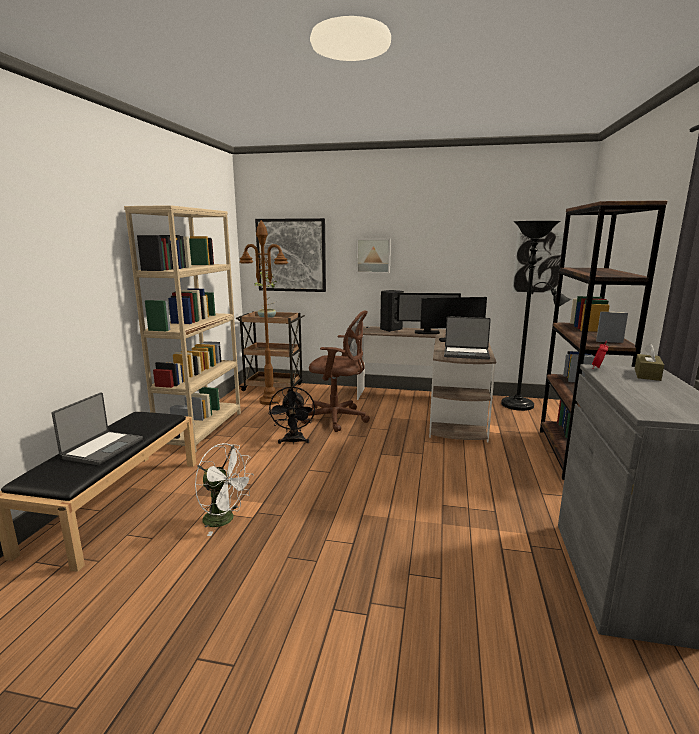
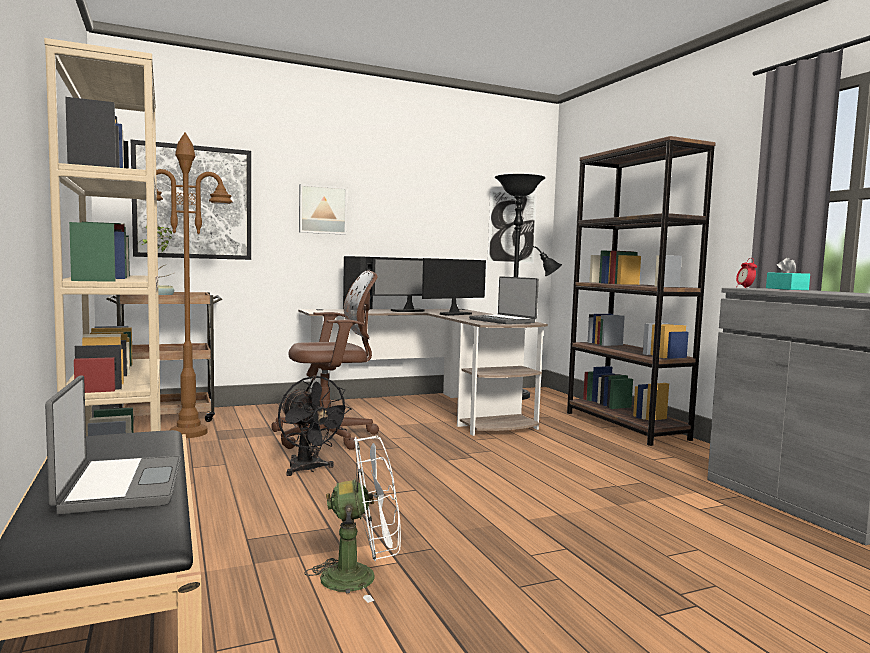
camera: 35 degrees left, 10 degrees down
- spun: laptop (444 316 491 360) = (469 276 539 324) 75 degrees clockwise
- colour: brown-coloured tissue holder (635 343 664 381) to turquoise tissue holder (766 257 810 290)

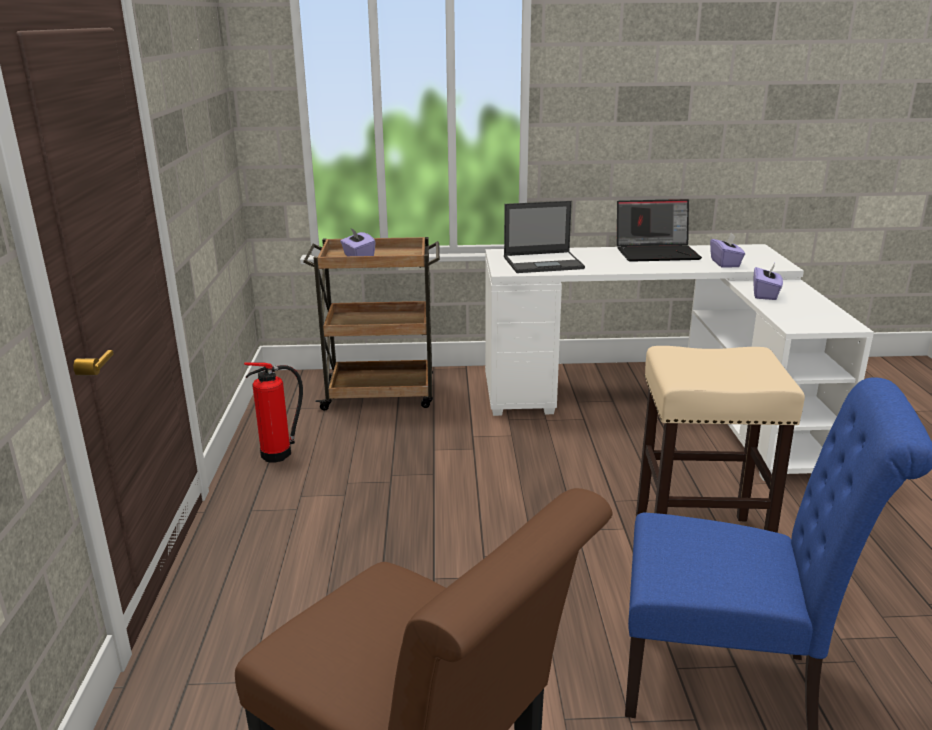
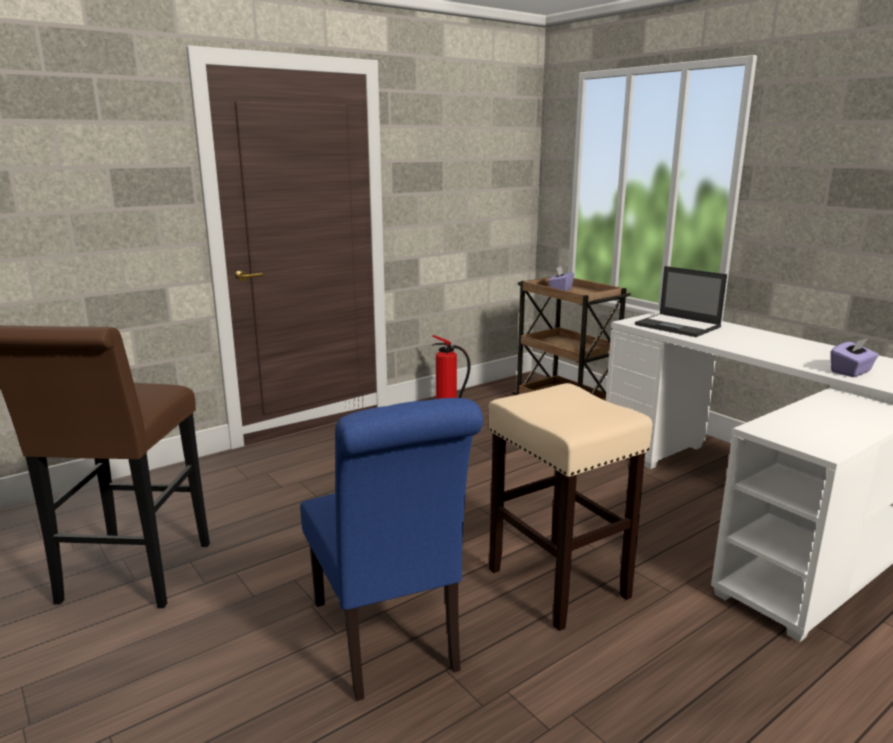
camera: 55 degrees right, 5 degrees down
- missing: laptop (617 199 702 262)
- missing: purplish tissue holder (753 263 783 300)

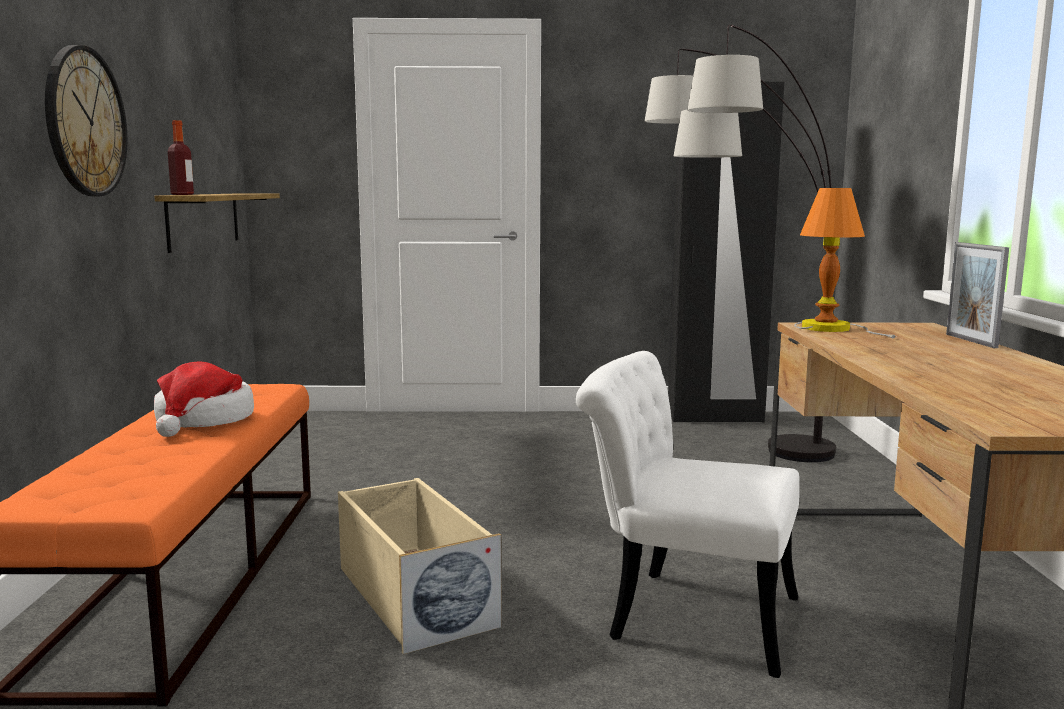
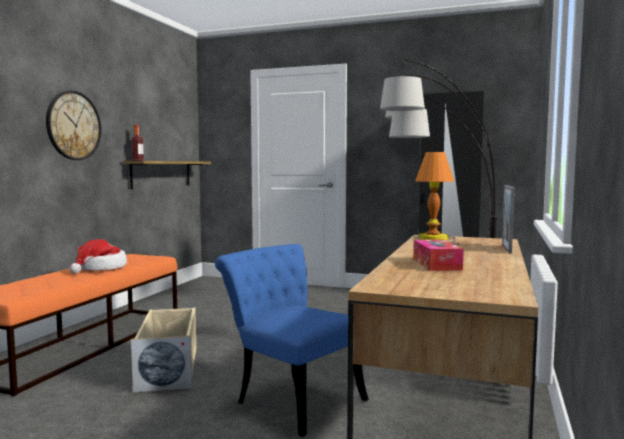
camera: 20 degrees right, 5 degrees down
- colour: white-coloured chair (576 351 800 678) to blue chair (215 244 369 437)
- appeared: tissue holder (413 239 464 271)

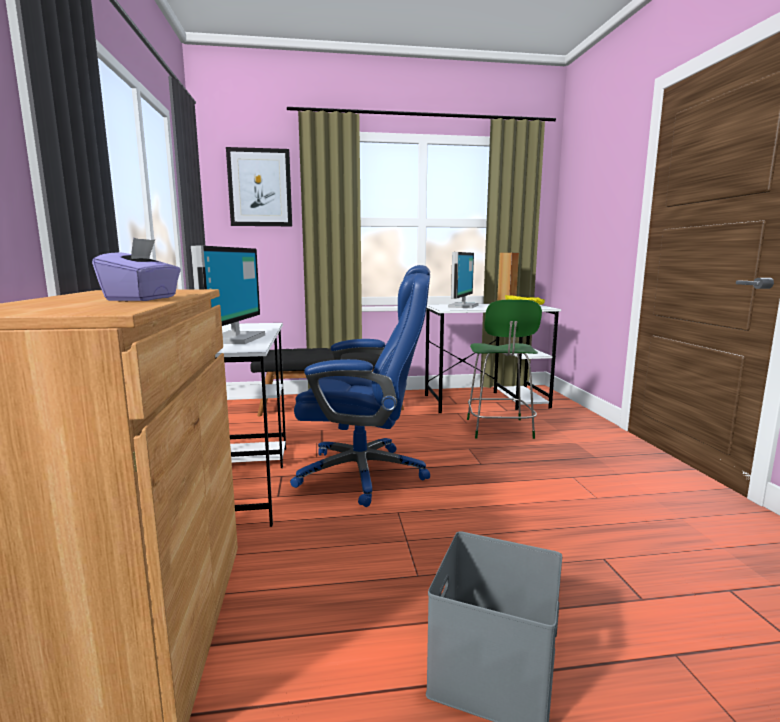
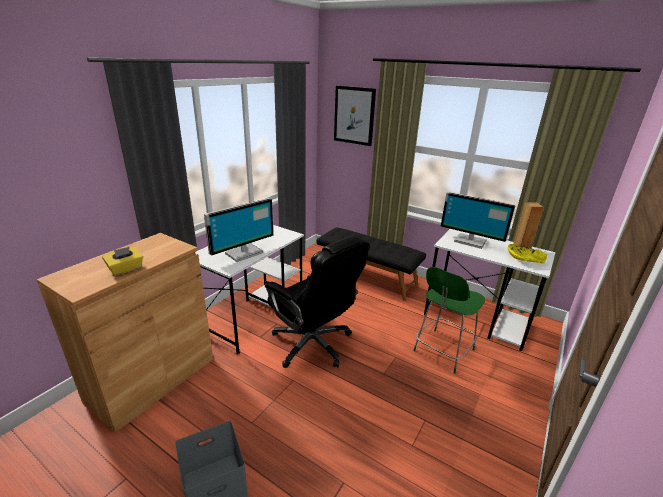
camera: 40 degrees right, 15 degrees up
- colour: purplish tissue holder (92 238 181 301) to yellow tissue holder (102 247 143 276)
- colour: blue desk chair (290 265 430 507) to black-coloured desk chair (265 236 369 368)
- spun: computer display (448 252 479 308) = (441 192 516 249) 60 degrees clockwise

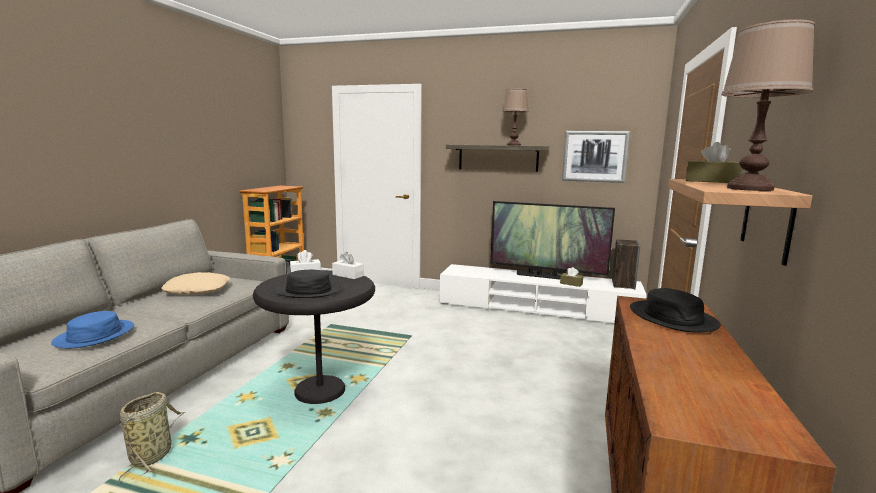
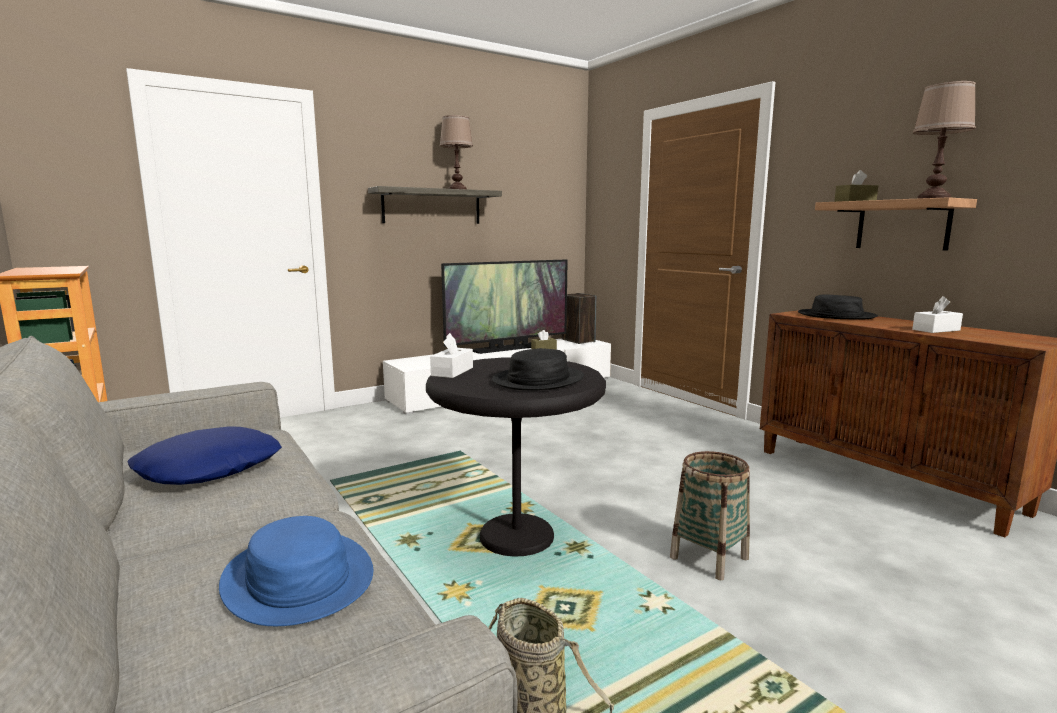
camera: 50 degrees left, 0 degrees up
- colour: beige cushion (161 272 230 295) to blue cushion (127 426 282 485)
- relocated: white-coloured tissue holder (332 252 364 279) to (912 296 963 333)
- missing: picture (562 131 630 183)
- appeared: storage basket (670 451 750 580)

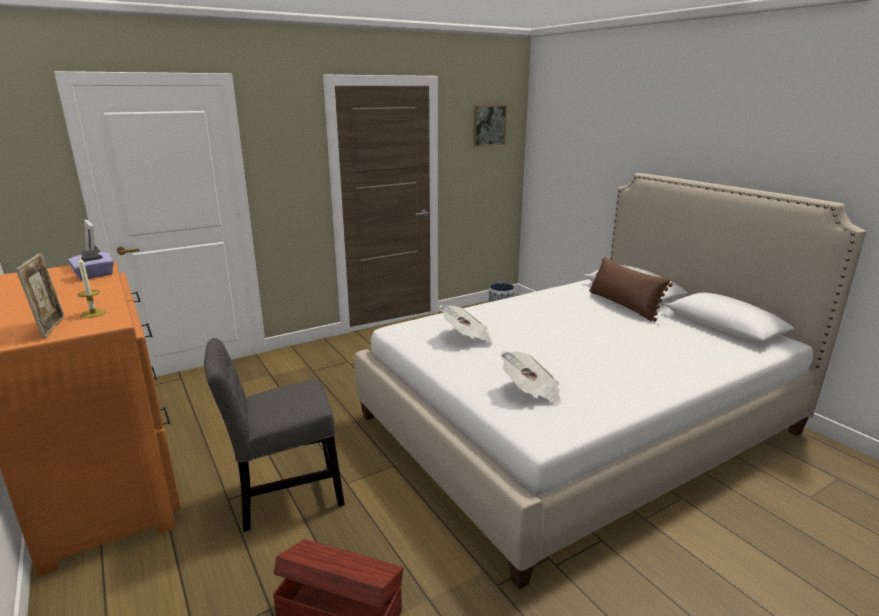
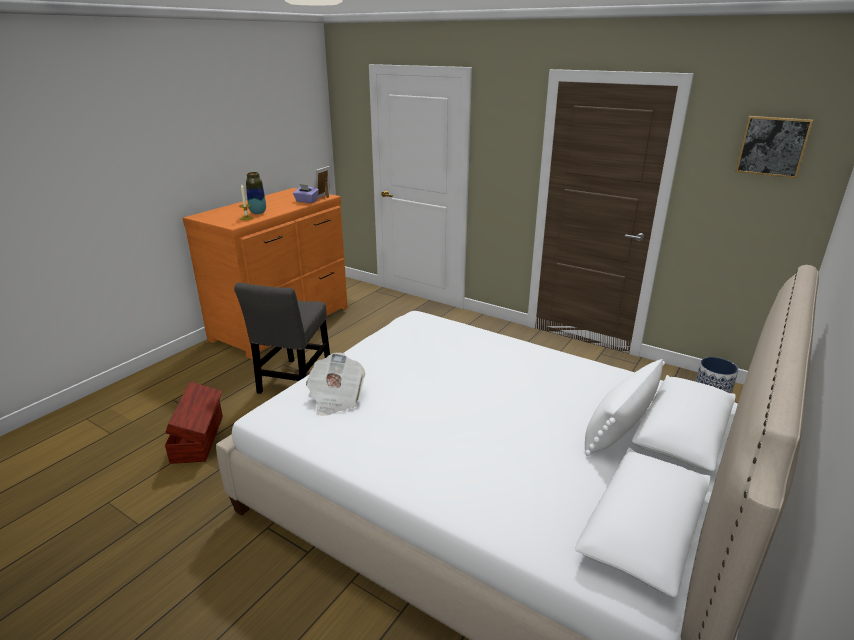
camera: 65 degrees right, 5 degrees up
- missing: photo frame (16 253 64 339)
- spun: gray chair (204 338 345 532) = (234 283 330 394) 120 degrees counterclockwise
- missing: daily paper (440 305 492 343)
- colour: brown-coloured cushion (589 257 673 321) to white-coloured cushion (585 359 665 456)
- appeared: flower vase (246 172 266 214)

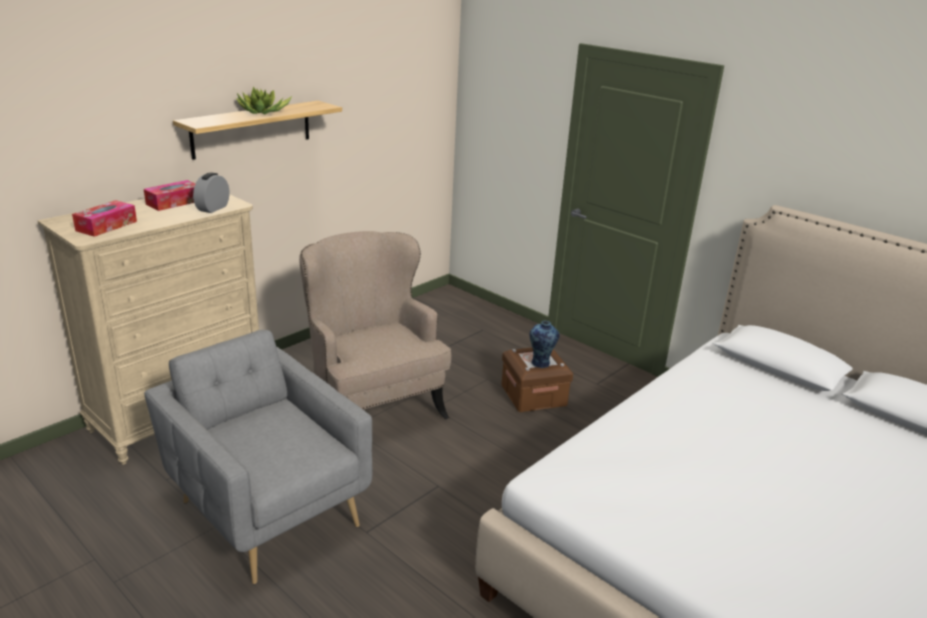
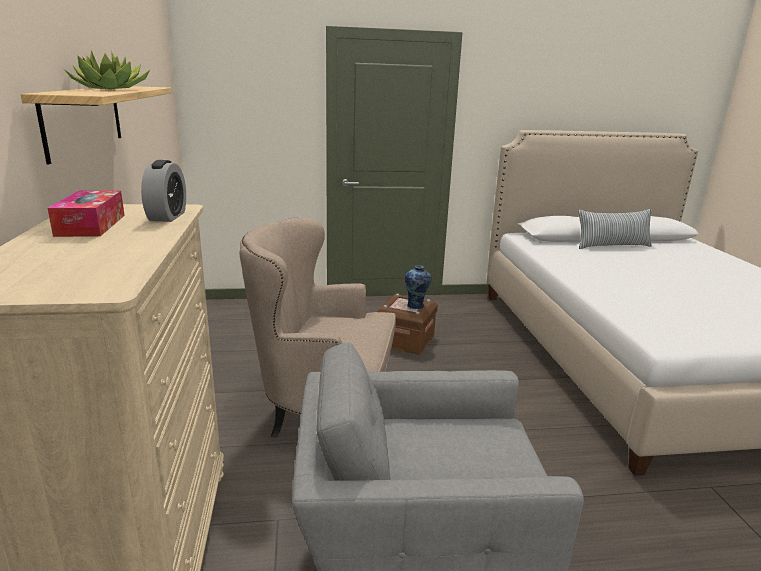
camera: 50 degrees left, 5 degrees down
- missing: tissue holder (72 200 137 237)
- spun: alarm clock (193 172 229 213) = (141 160 186 222) 150 degrees counterclockwise
- appeared: cushion (578 209 652 249)

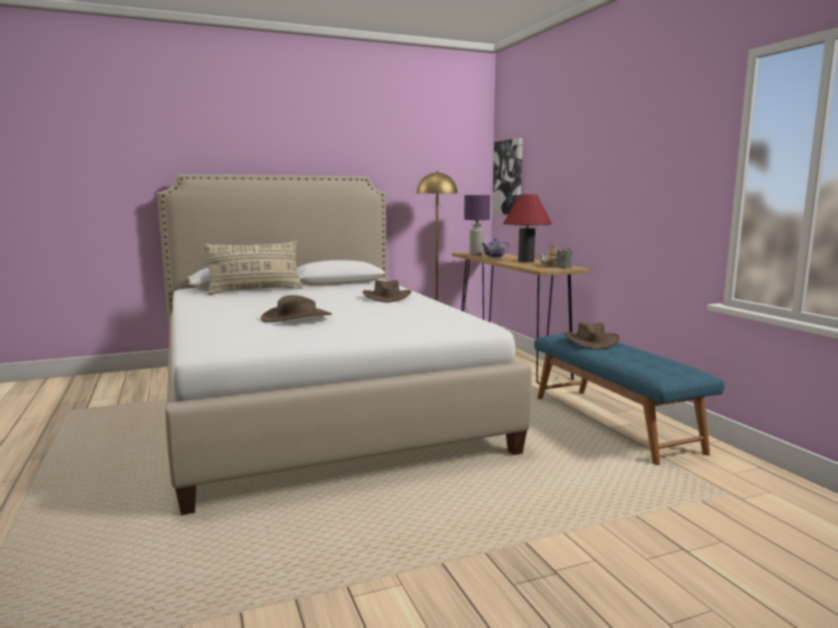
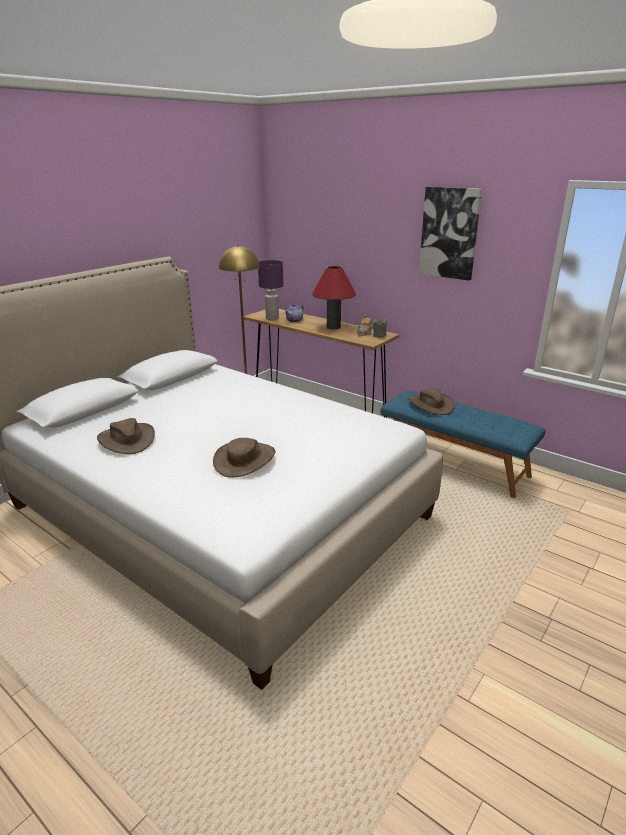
camera: 30 degrees left, 15 degrees up
- missing: beige cushion (204 241 303 295)
- relocated: brown-coloured wearable hat (362 280 411 303) to (97 418 155 454)
- relocated: picture (493 138 523 215) to (419 187 482 281)

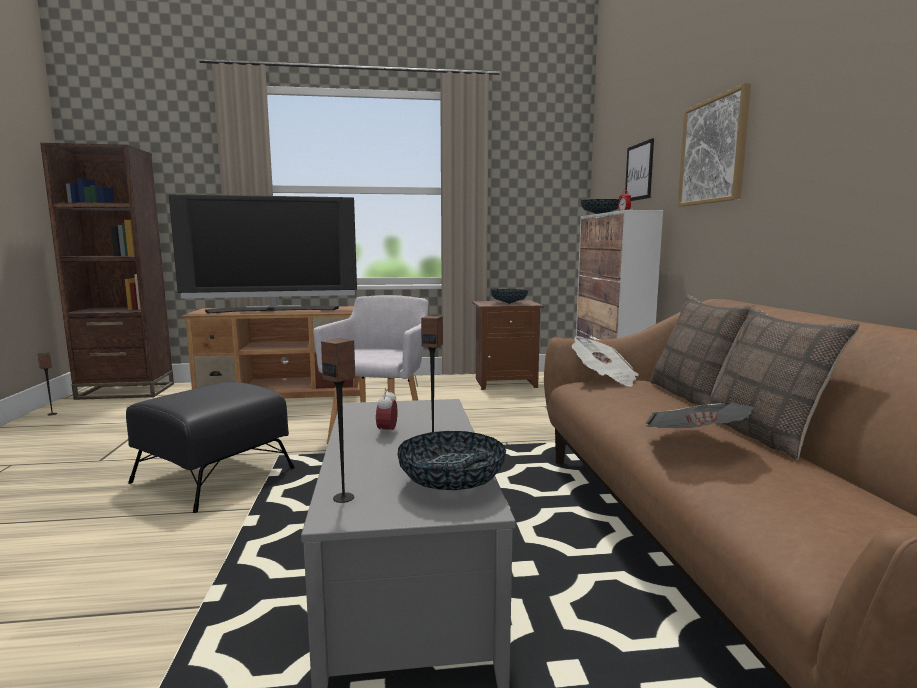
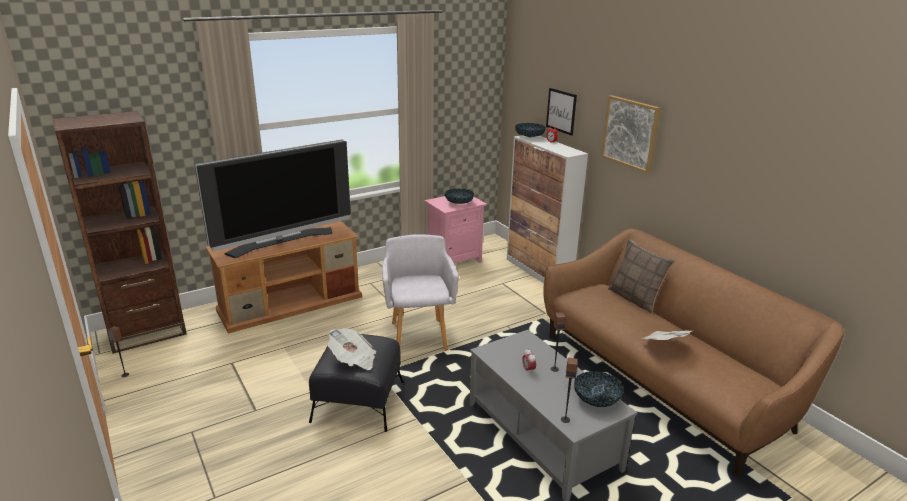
camera: 25 degrees left, 15 degrees up
- colour: brown-coloured bedside table (472 300 544 390) to pinkish bedside table (424 196 487 263)
- relocated: daily paper (572 336 639 387) to (328 328 376 370)
- missing: cushion (708 306 860 460)

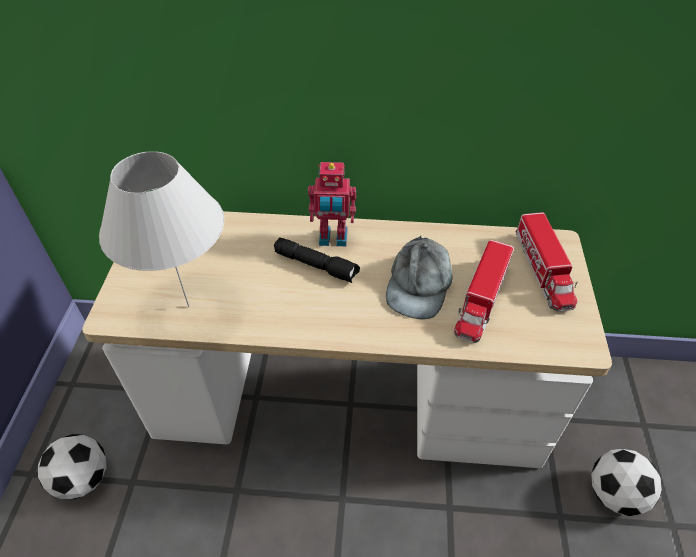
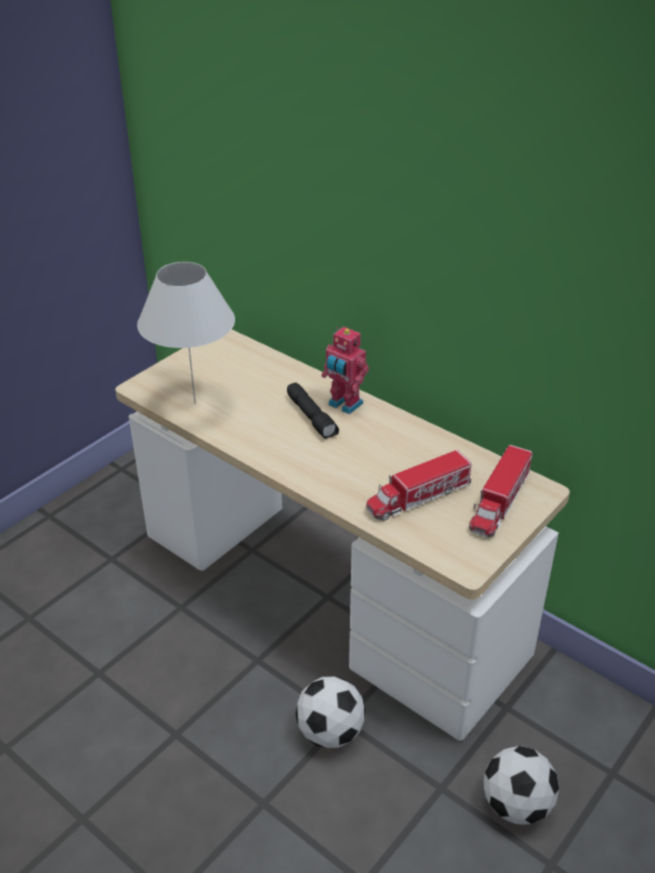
camera: 35 degrees right, 10 degrees down
- relocated: football (38 434 107 499) to (296 677 365 748)
- missing: gray peaked cap (386 235 452 319)

